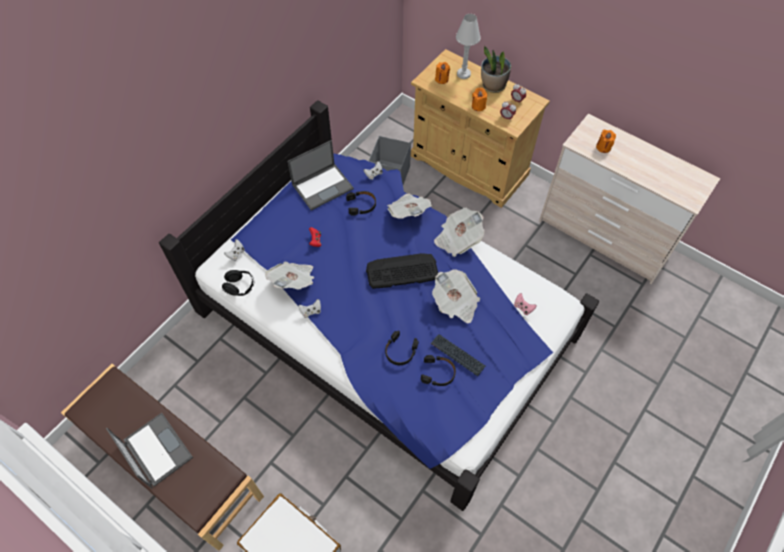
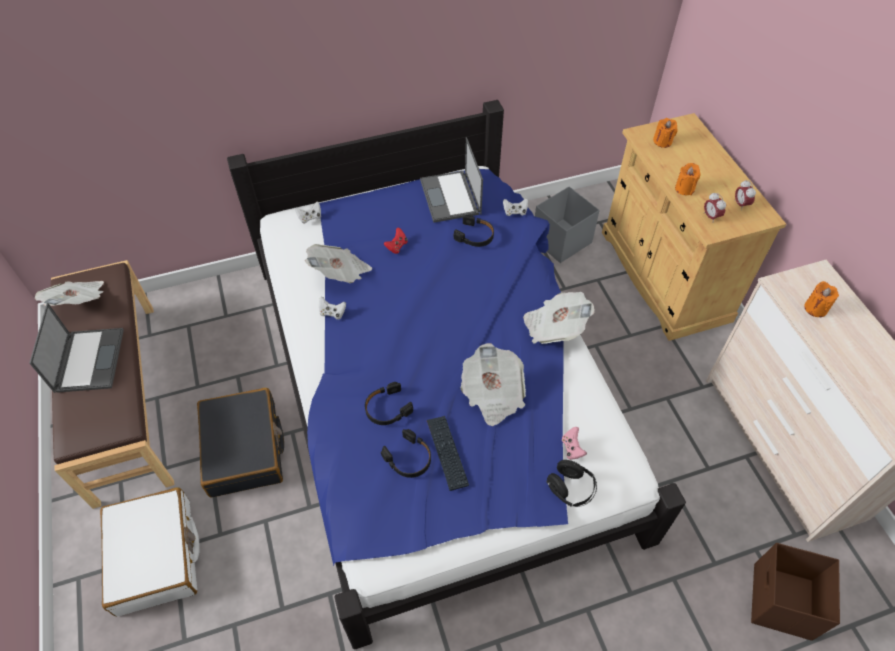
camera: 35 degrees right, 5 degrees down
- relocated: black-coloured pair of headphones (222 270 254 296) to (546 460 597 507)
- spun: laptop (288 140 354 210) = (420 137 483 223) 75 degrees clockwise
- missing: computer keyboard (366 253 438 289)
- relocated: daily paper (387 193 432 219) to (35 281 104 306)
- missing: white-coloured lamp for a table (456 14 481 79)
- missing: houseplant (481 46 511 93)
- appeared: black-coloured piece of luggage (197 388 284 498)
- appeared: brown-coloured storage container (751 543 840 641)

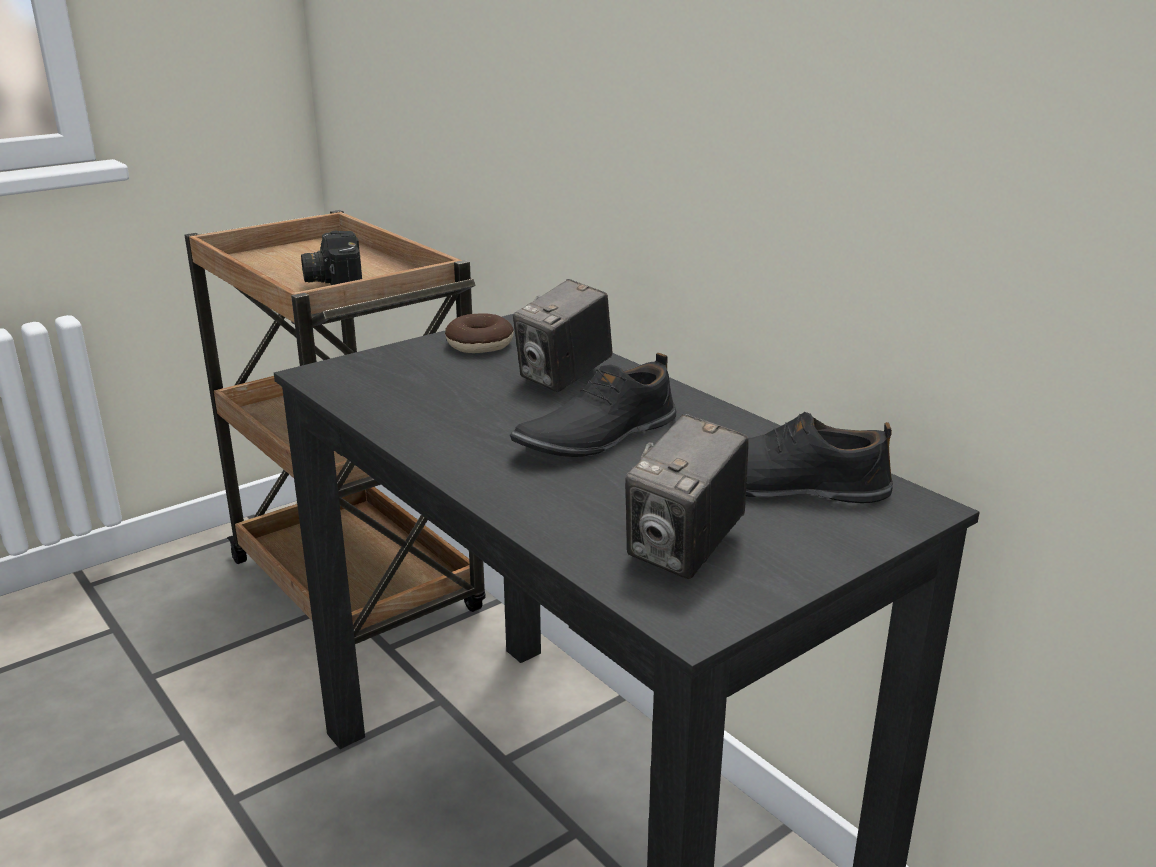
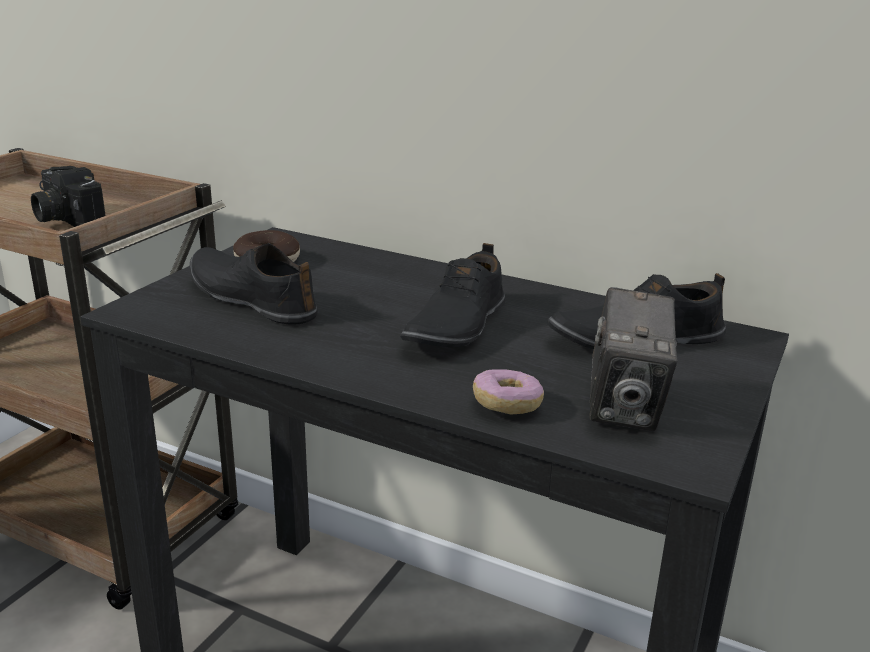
camera: 25 degrees left, 0 degrees up
- missing: still camera (513 279 613 392)
- appeared: black-coloured shoe (190 243 318 325)
- appeared: ring doughnut (473 369 544 414)

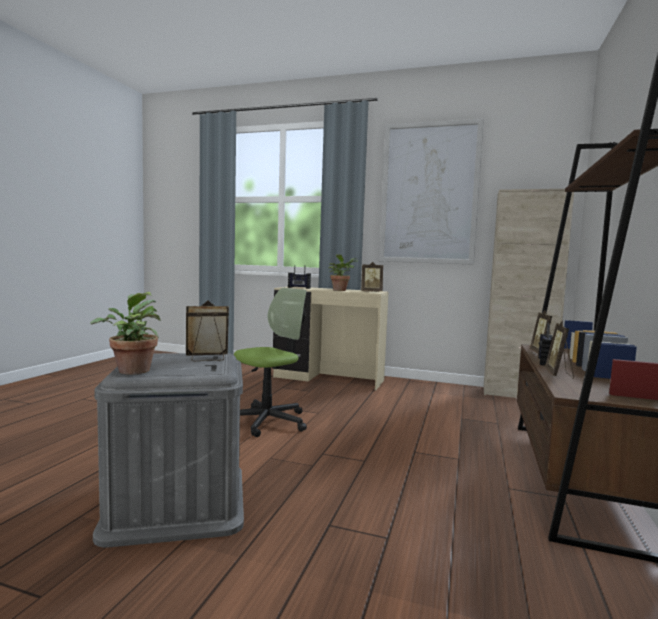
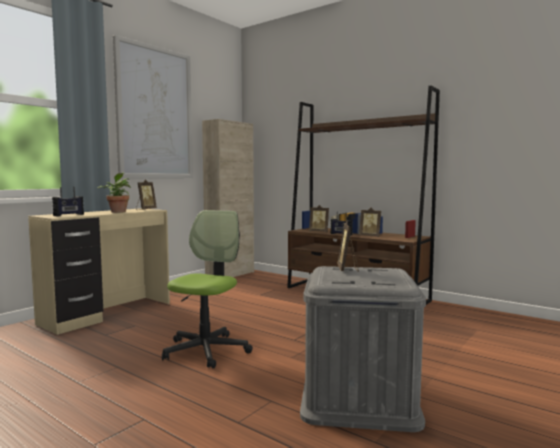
camera: 70 degrees left, 0 degrees up
- missing: houseplant (90 292 161 375)
- spun: desk chair (234 288 307 437) = (162 210 253 368) 45 degrees clockwise

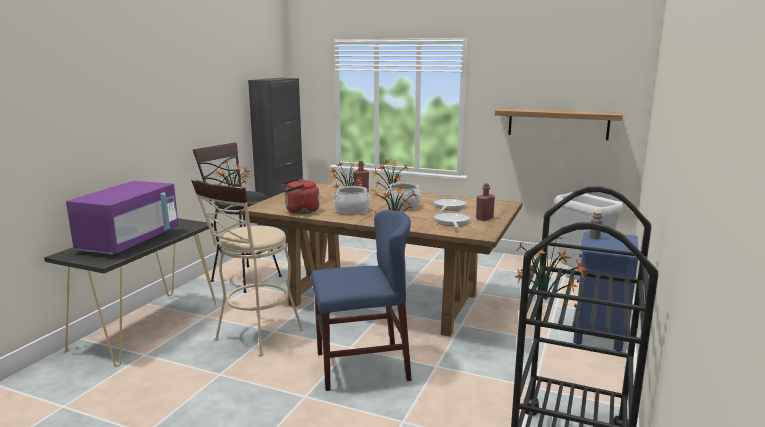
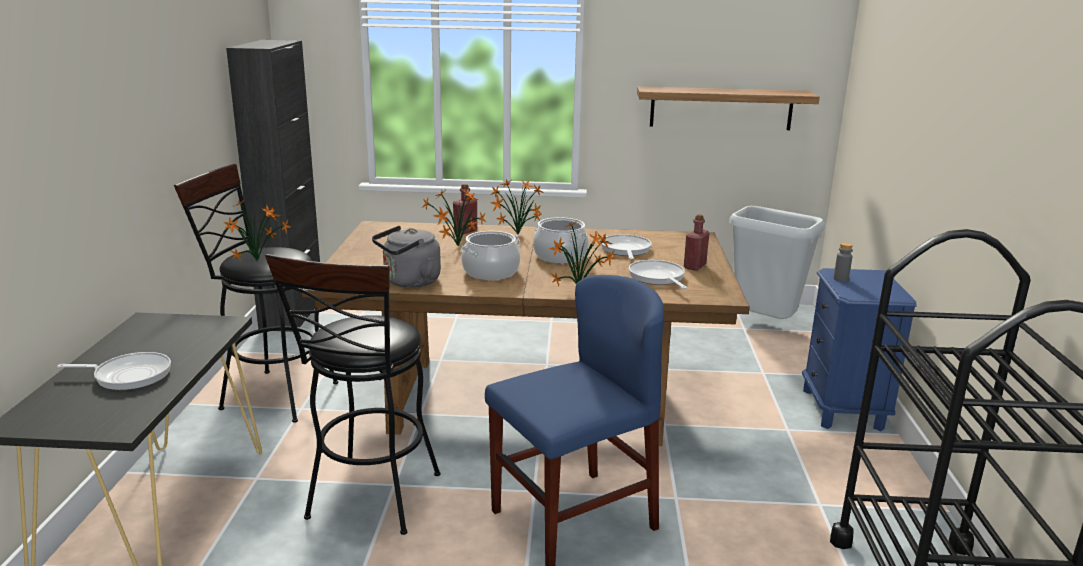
camera: 20 degrees left, 5 degrees up
- exchanged: purplish microwave (66 181 178 255) to skillet (57 352 171 390)
- colour: beige stool seat (191 179 303 356) to black-coloured stool seat (265 254 441 535)
- colour: red-coloured kettle (281 178 320 214) to gray kettle (372 226 441 288)
- missing: houseplant (515 237 588 300)

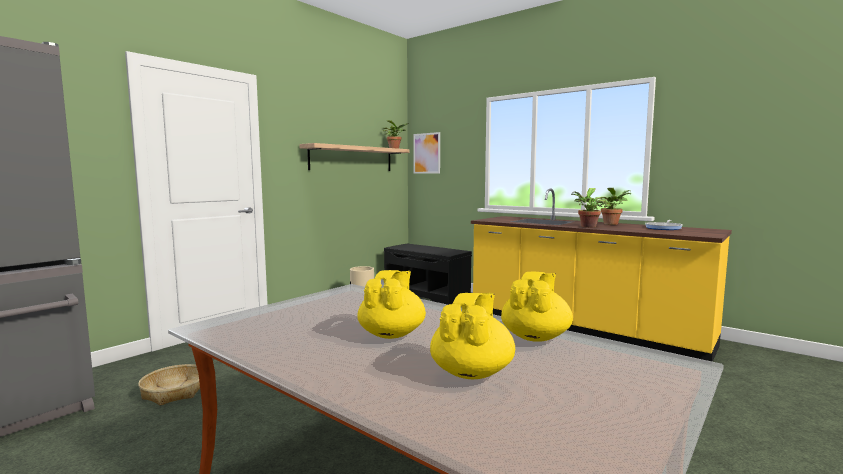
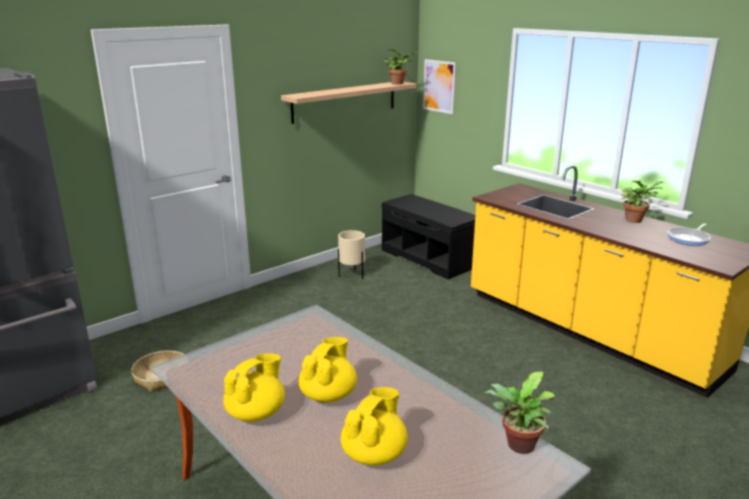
camera: 10 degrees right, 15 degrees up
- relocated: yellow pot for tea (501 272 573 342) to (223 353 285 422)
- relocated: houseplant (571 188 606 227) to (485 371 555 454)

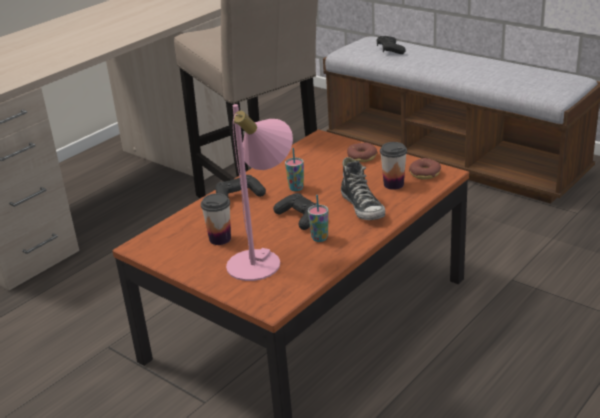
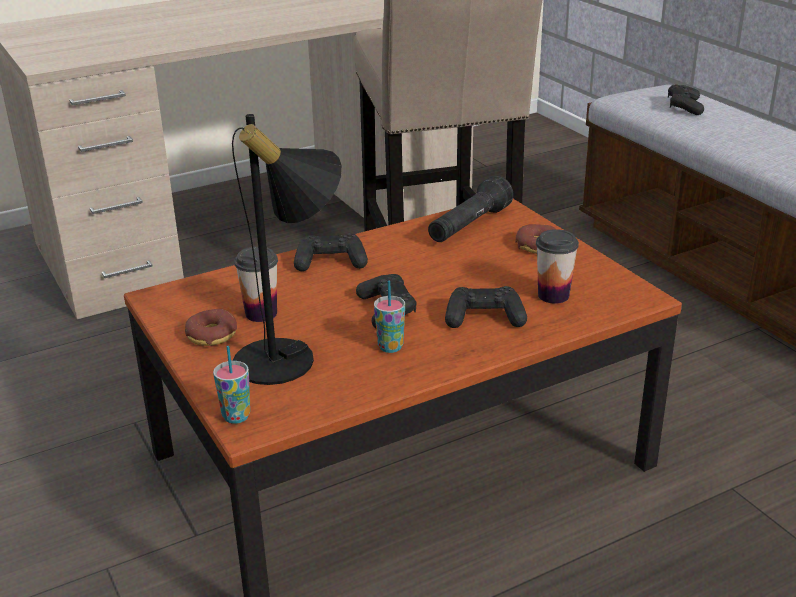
camera: 20 degrees right, 0 degrees up
- colour: pinkish lamp for a table (226 104 293 281) to black-coloured lamp for a table (232 114 342 385)
- relocated: cup (285 148 304 191) to (213 346 250 424)
- exchanged: shoe (341 157 385 220) to black-coloured joypad (445 286 527 328)
- relocated: ring doughnut (409 158 441 179) to (185 309 237 346)
- appeared: black-coloured flashlight (428 175 514 242)

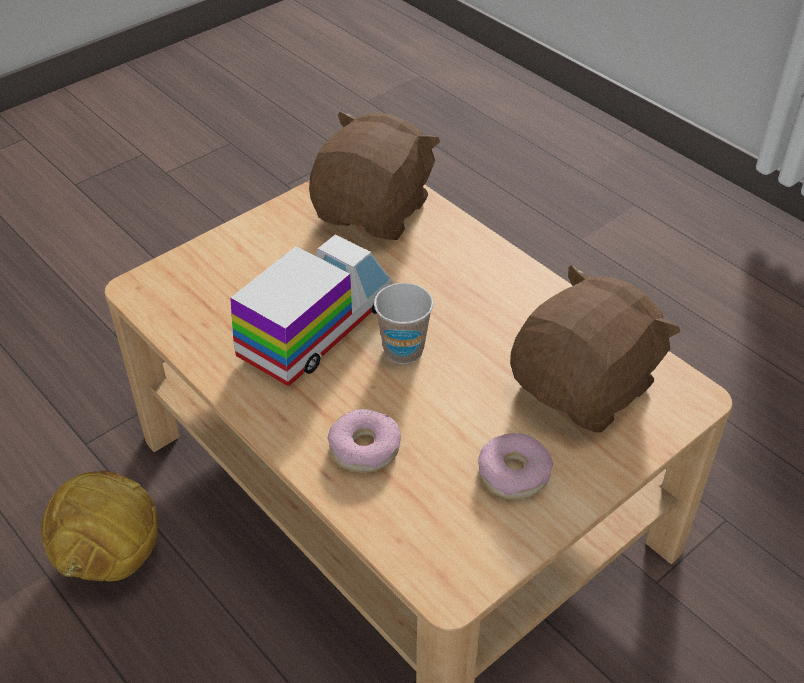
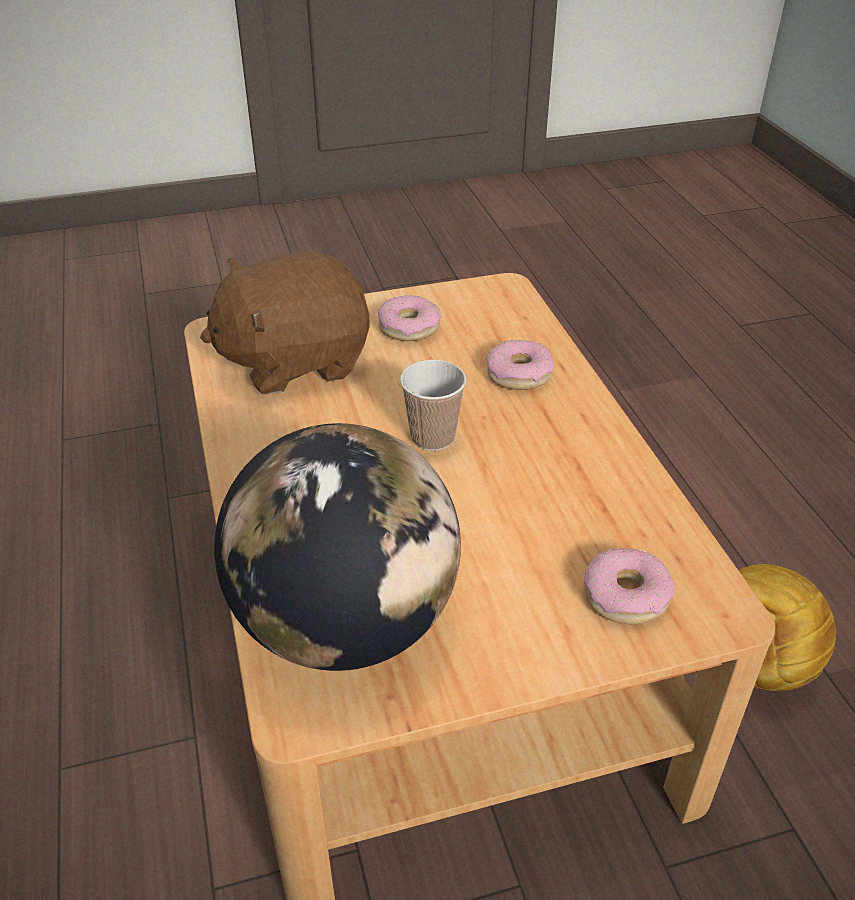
camera: 155 degrees left, 5 degrees down
- missing: toy lorry (230 234 393 387)
- exchanged: brown-coloured soft toy (309 112 440 240) to world globe (214 423 461 671)
- appeared: ring doughnut (584 548 675 624)

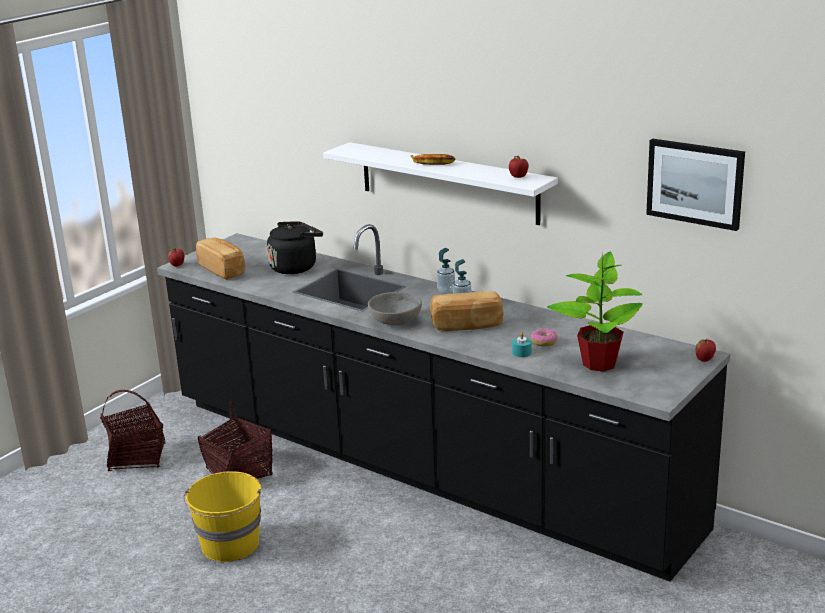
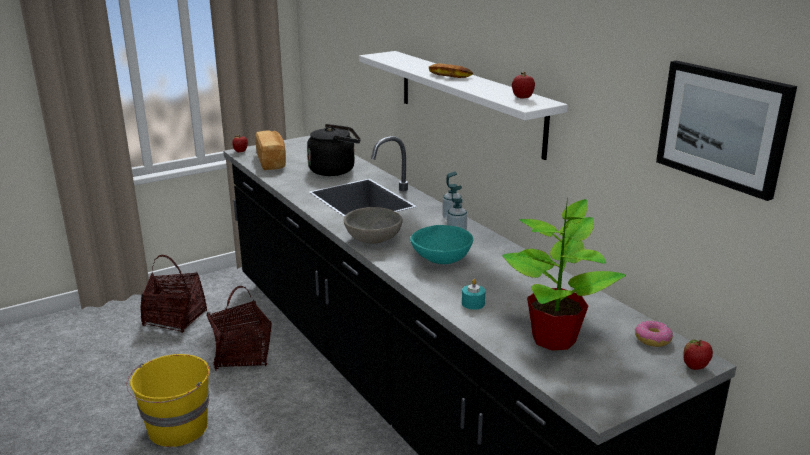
camera: 20 degrees right, 0 degrees up
- exchanged: bakery bread (430 291 503 331) to turquoise deep dish (410 225 473 264)
- relocated: ring doughnut (530 329 558 347) to (635 321 673 347)

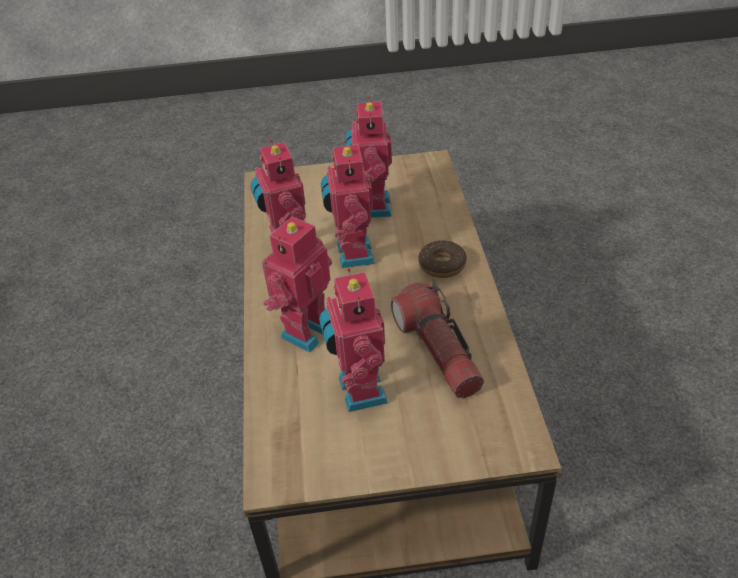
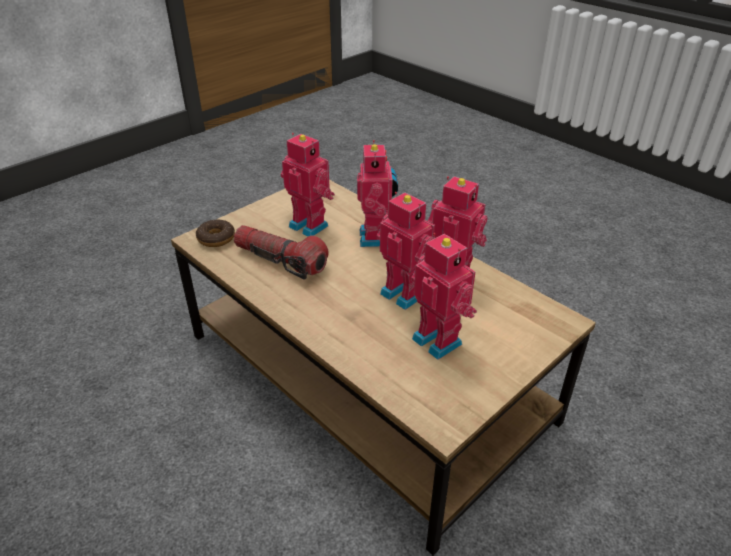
camera: 140 degrees right, 5 degrees down
- relocated: ring doughnut (418 240 467 278) to (196 220 235 247)

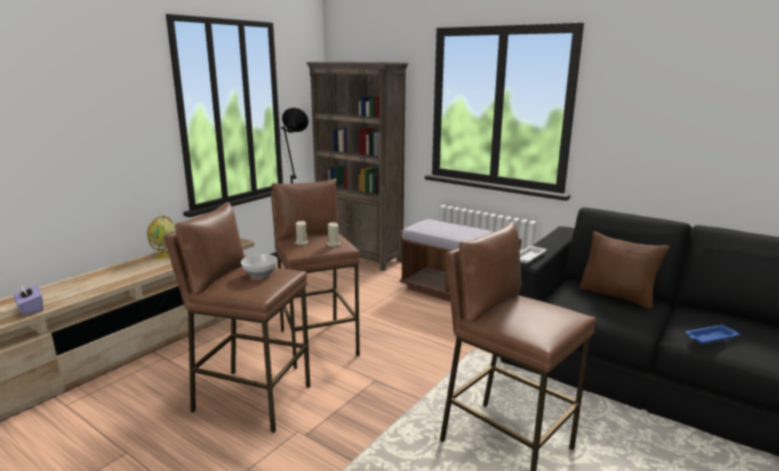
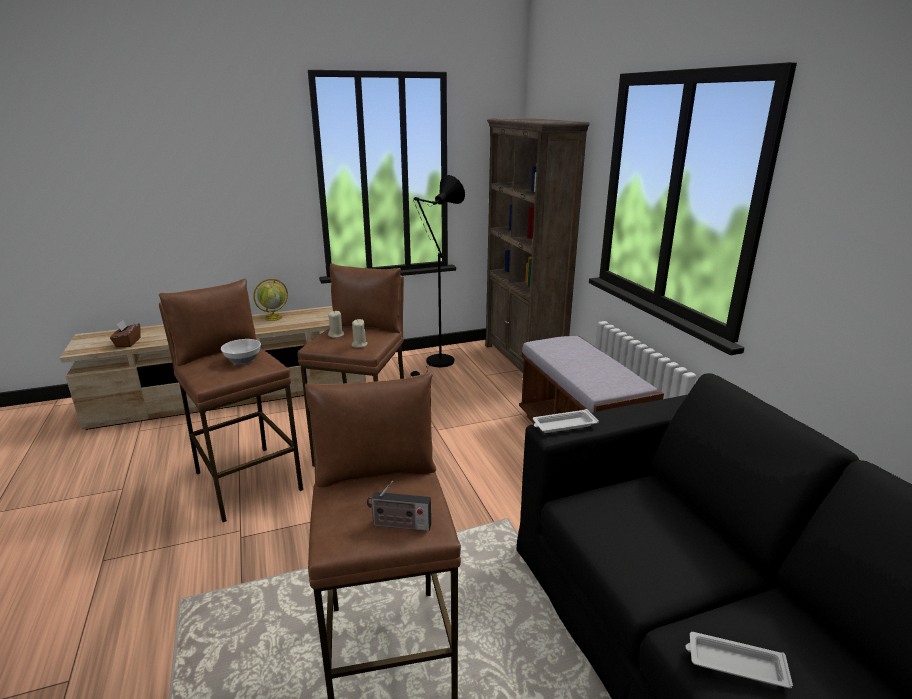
camera: 35 degrees right, 5 degrees up
- colour: purplish tissue holder (14 284 43 315) to brown-coloured tissue holder (110 320 141 347)
- missing: brown-coloured cushion (579 231 670 309)
- colour: blue tray (685 324 740 344) to white-coloured tray (685 632 793 688)
- appeared: radio (367 481 431 531)

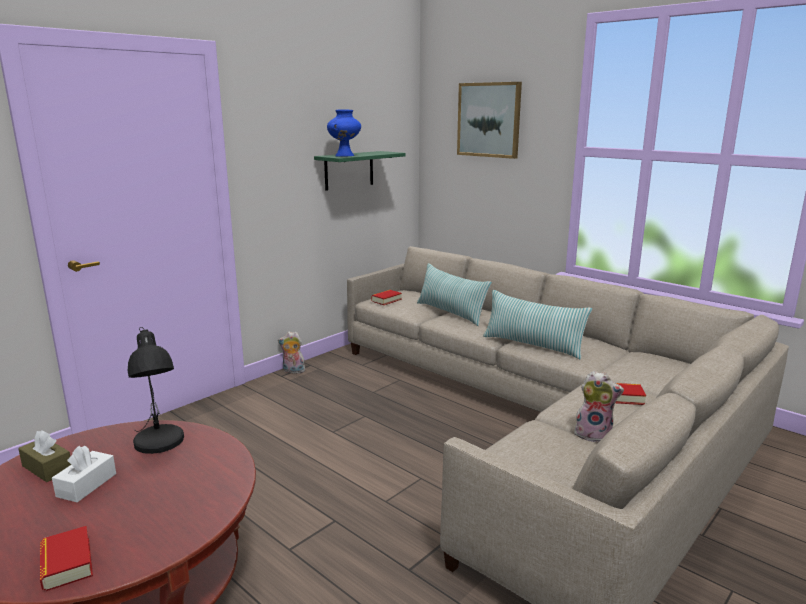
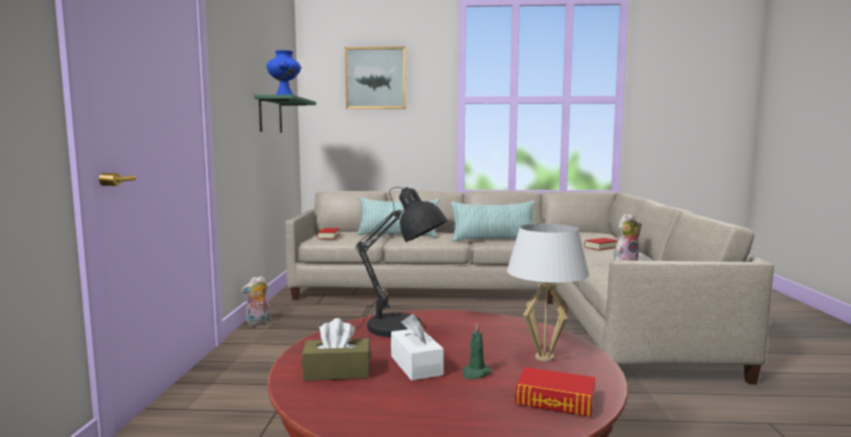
camera: 40 degrees left, 10 degrees down
- appeared: green-coloured wax candle (462 323 492 379)
- appeared: white-coloured lamp for a table (507 224 589 362)

